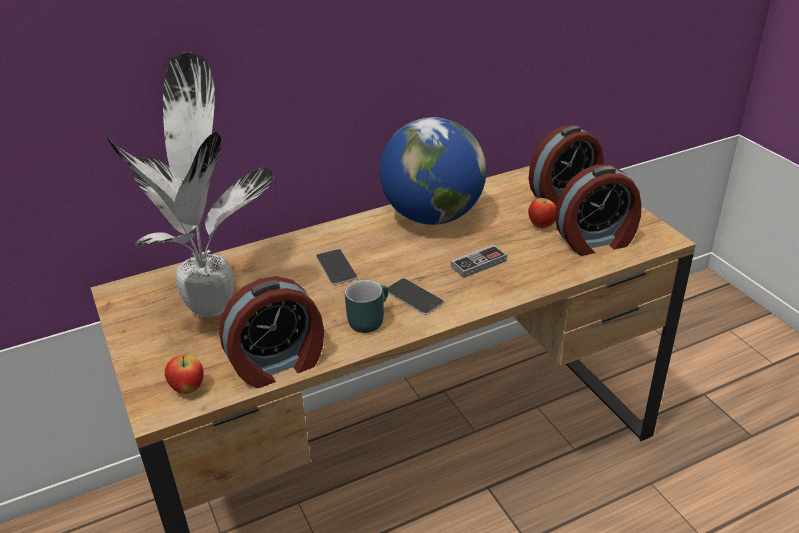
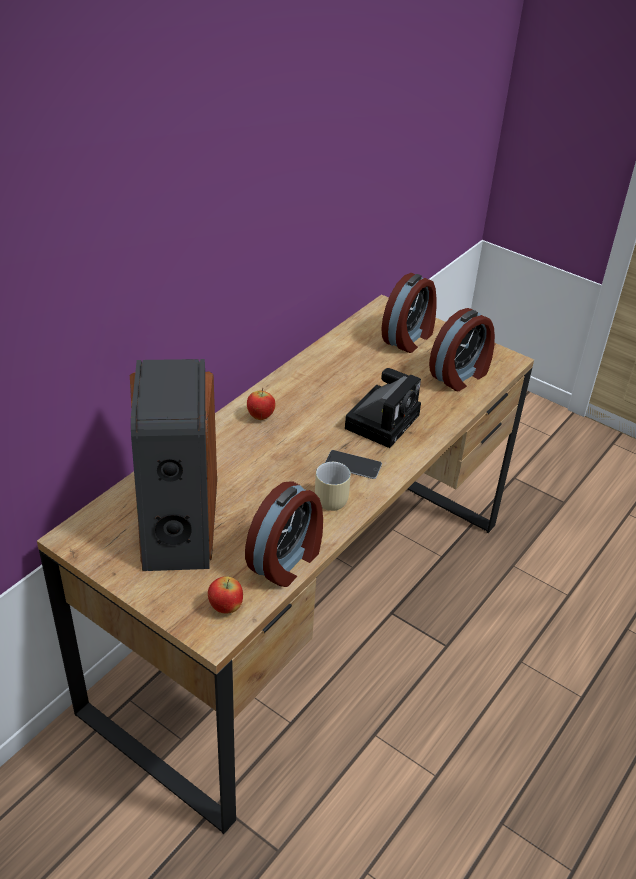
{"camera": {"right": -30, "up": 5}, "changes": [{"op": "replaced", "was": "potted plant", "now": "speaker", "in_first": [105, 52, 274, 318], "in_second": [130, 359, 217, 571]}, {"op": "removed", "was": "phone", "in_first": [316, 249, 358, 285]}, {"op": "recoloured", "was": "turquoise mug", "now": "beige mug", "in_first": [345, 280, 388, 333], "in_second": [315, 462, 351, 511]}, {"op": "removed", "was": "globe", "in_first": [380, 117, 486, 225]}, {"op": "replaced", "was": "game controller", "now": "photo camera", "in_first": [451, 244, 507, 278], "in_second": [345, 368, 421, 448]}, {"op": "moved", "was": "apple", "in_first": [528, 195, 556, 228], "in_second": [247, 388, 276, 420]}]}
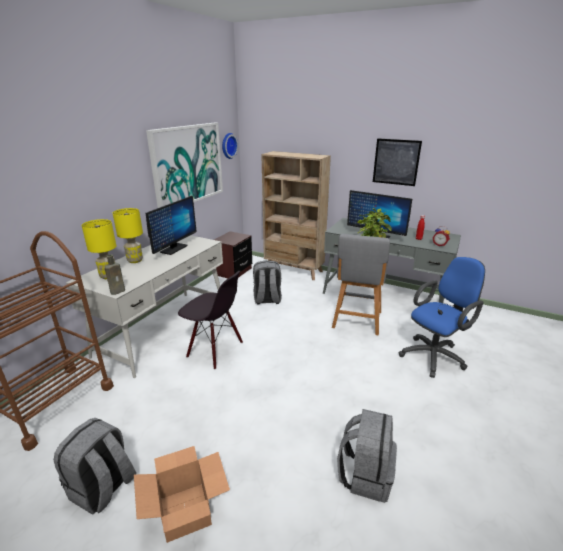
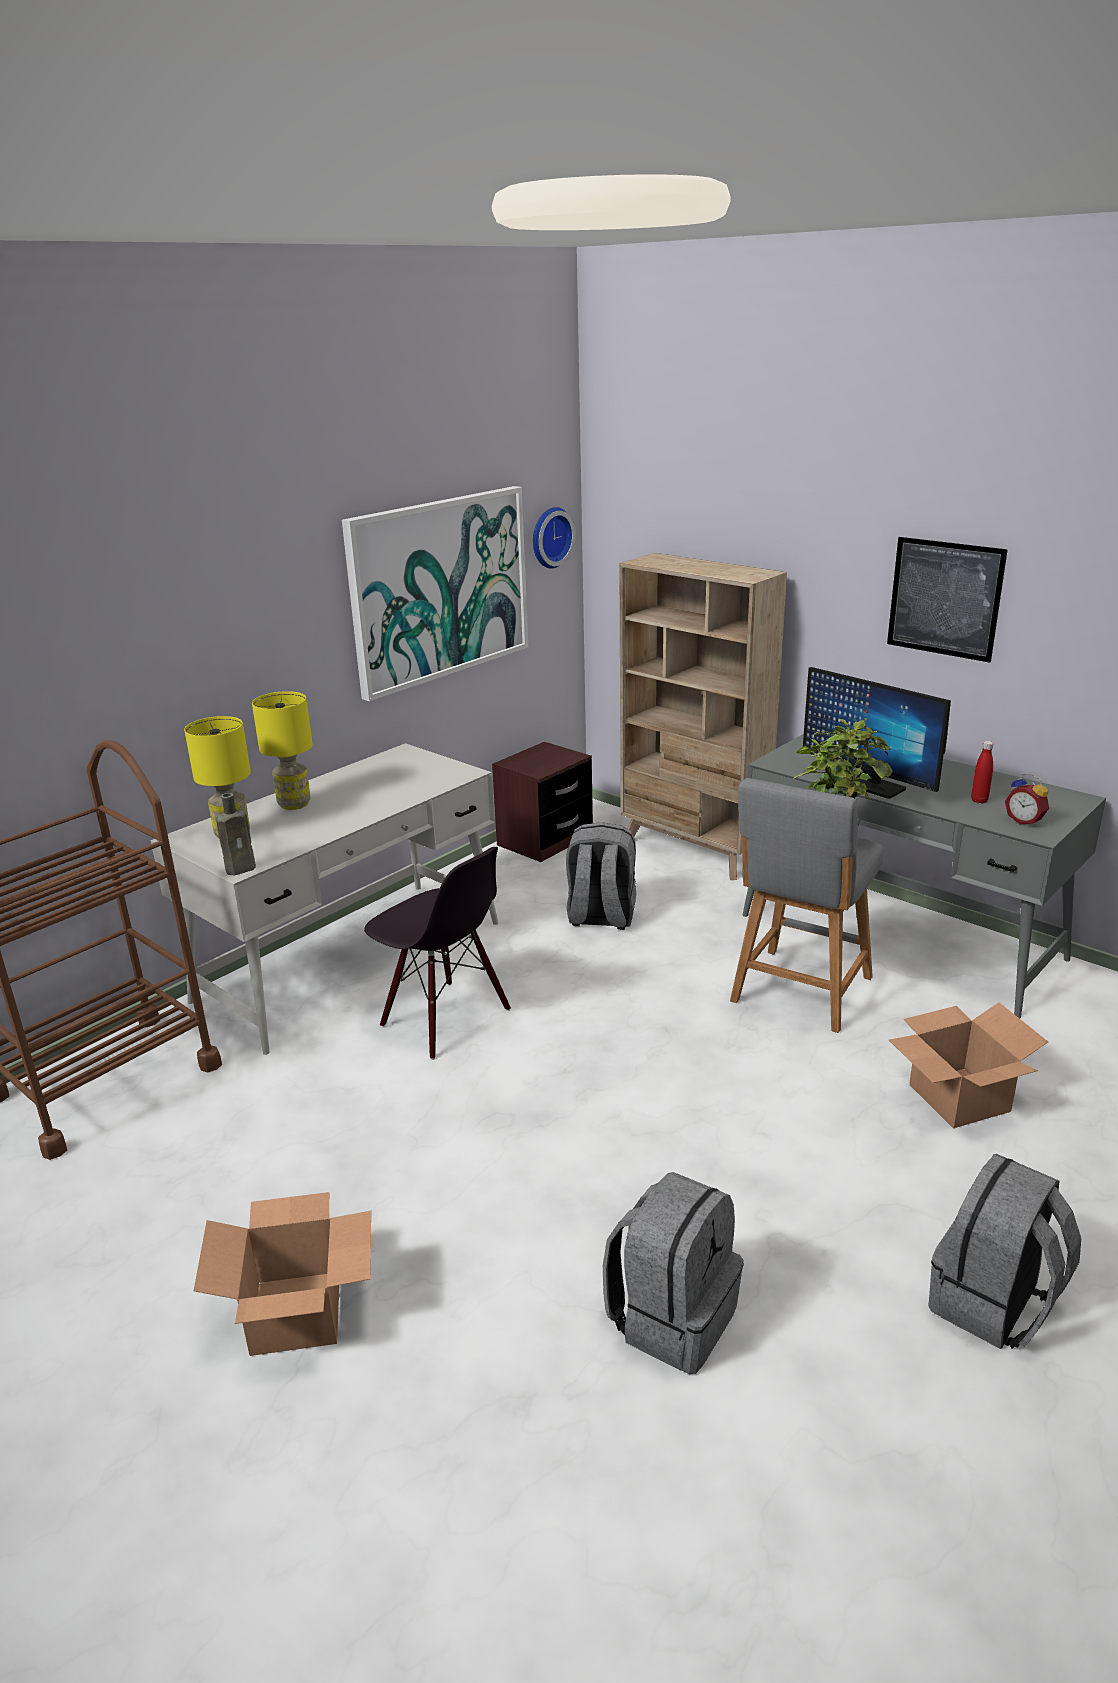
{"camera": {"right": 15, "up": 0}, "changes": [{"op": "moved", "was": "grey backpack", "in_first": [54, 418, 136, 515], "in_second": [928, 1154, 1081, 1349]}, {"op": "removed", "was": "monitor", "in_first": [146, 196, 197, 255]}, {"op": "replaced", "was": "blue office chair", "now": "cardboard box", "in_first": [399, 257, 485, 378], "in_second": [889, 1002, 1048, 1128]}]}
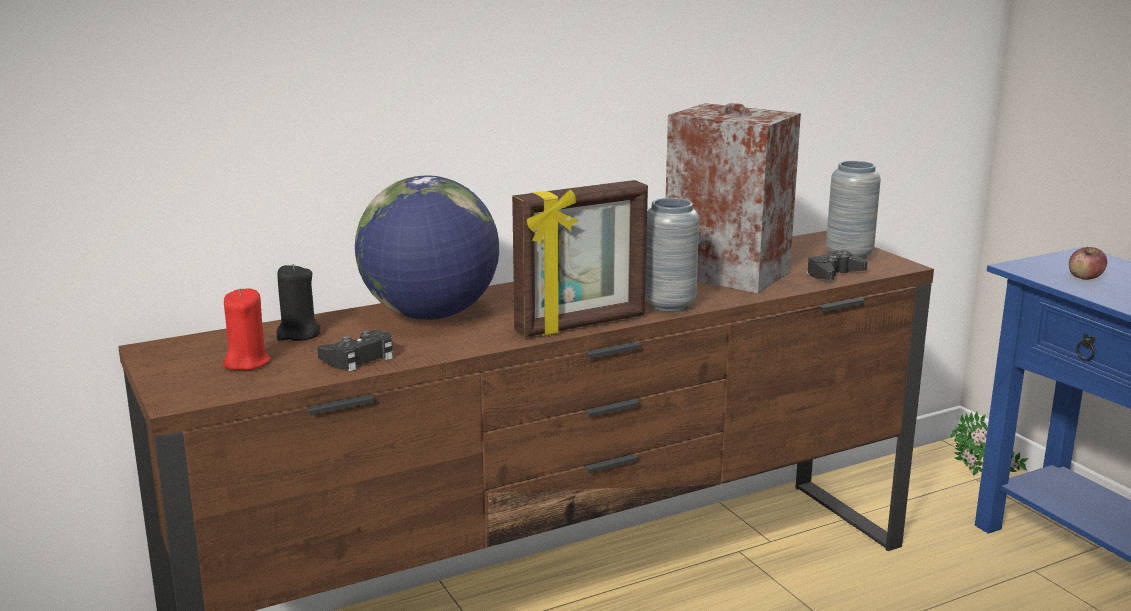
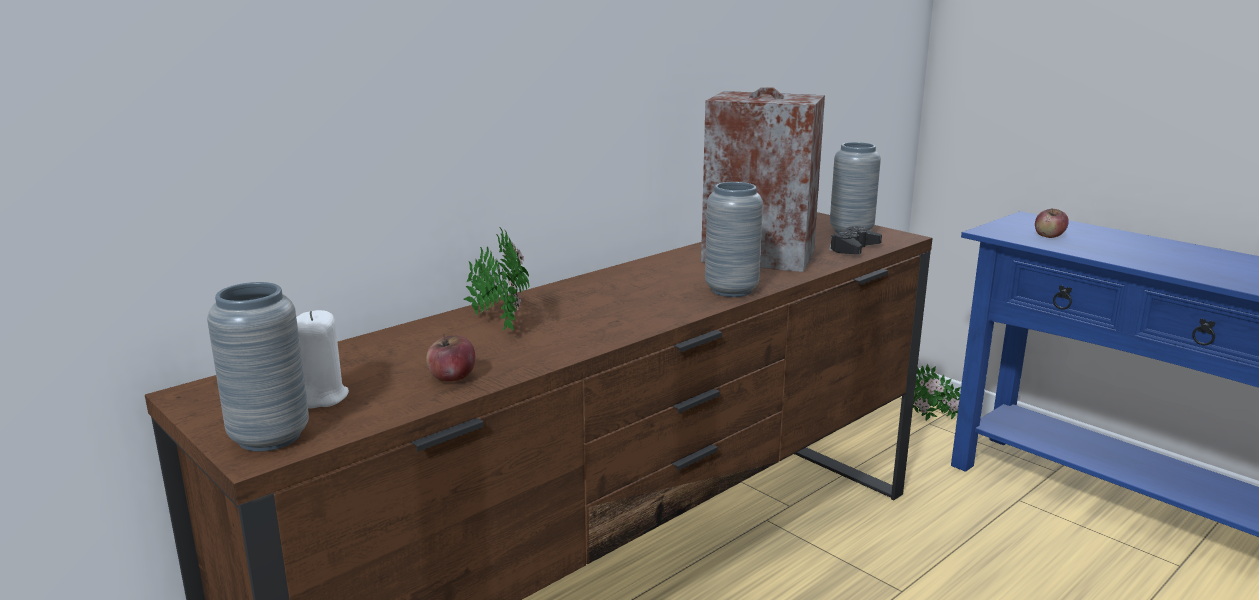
{"camera": {"right": -15, "up": 0}, "changes": [{"op": "recoloured", "was": "red candle", "now": "white candle", "in_first": [223, 288, 271, 370], "in_second": [296, 310, 349, 409]}, {"op": "removed", "was": "black candle", "in_first": [276, 264, 321, 341]}, {"op": "replaced", "was": "black game controller", "now": "apple", "in_first": [317, 330, 393, 371], "in_second": [426, 334, 475, 382]}, {"op": "replaced", "was": "globe", "now": "potted plant", "in_first": [355, 176, 499, 320], "in_second": [464, 228, 529, 331]}, {"op": "removed", "was": "picture frame", "in_first": [512, 180, 648, 337]}, {"op": "added", "now": "grey vase", "in_second": [207, 282, 309, 452]}]}
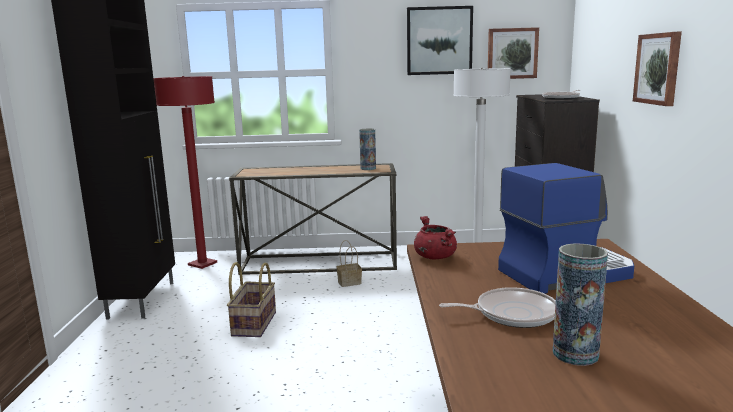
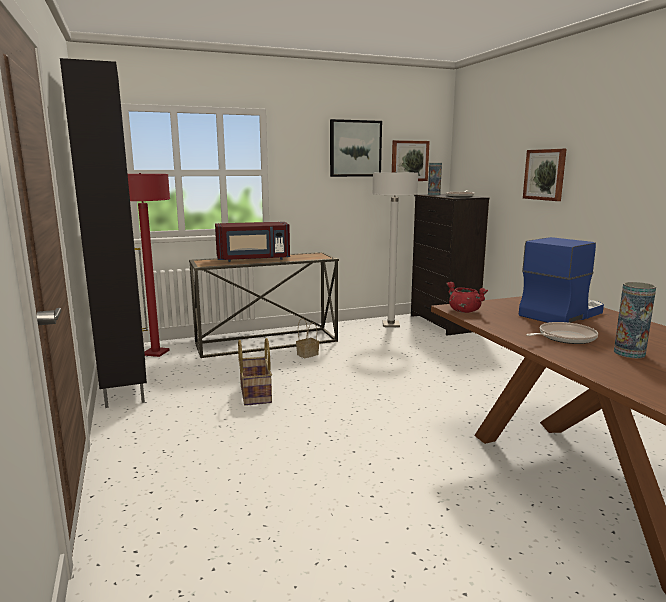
{"camera": {"right": -20, "up": 0}, "changes": [{"op": "moved", "was": "vase", "in_first": [359, 128, 376, 170], "in_second": [428, 163, 442, 195]}, {"op": "added", "now": "red microwave", "in_second": [215, 222, 290, 262]}]}
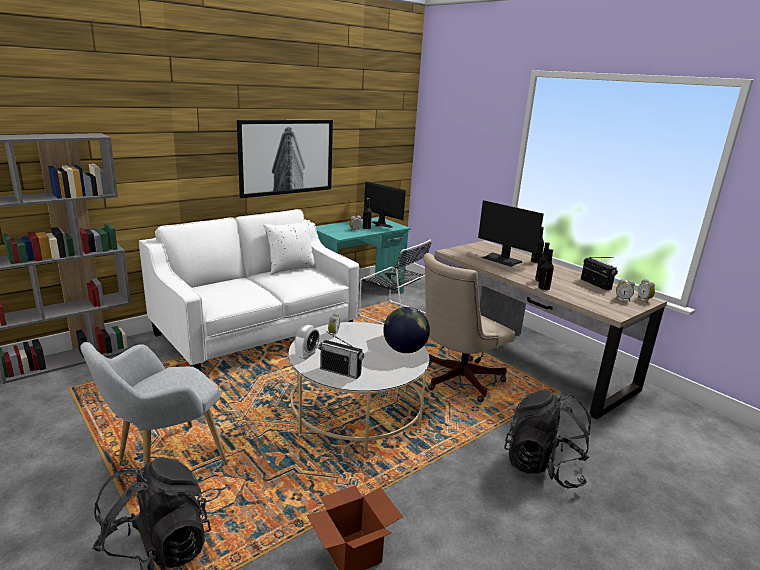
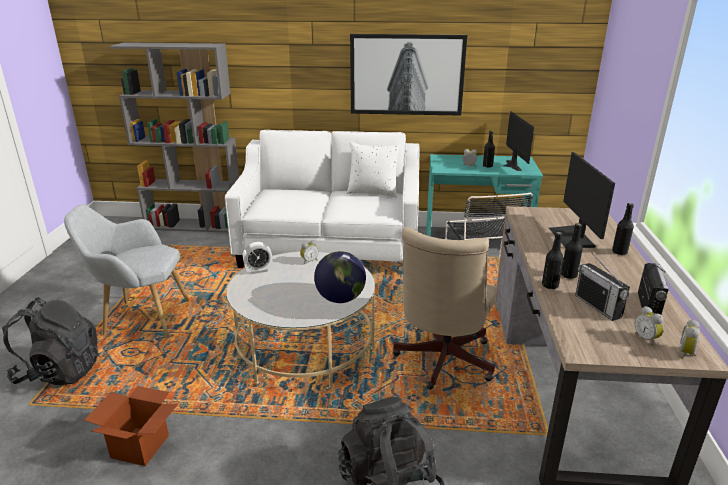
{"camera": {"right": 45, "up": 5}, "changes": [{"op": "moved", "was": "radio", "in_first": [318, 332, 364, 379], "in_second": [575, 253, 630, 321]}, {"op": "turned", "was": "beige office chair", "in_first": [423, 253, 515, 402], "in_second": [393, 227, 496, 390], "clockwise": -75}]}
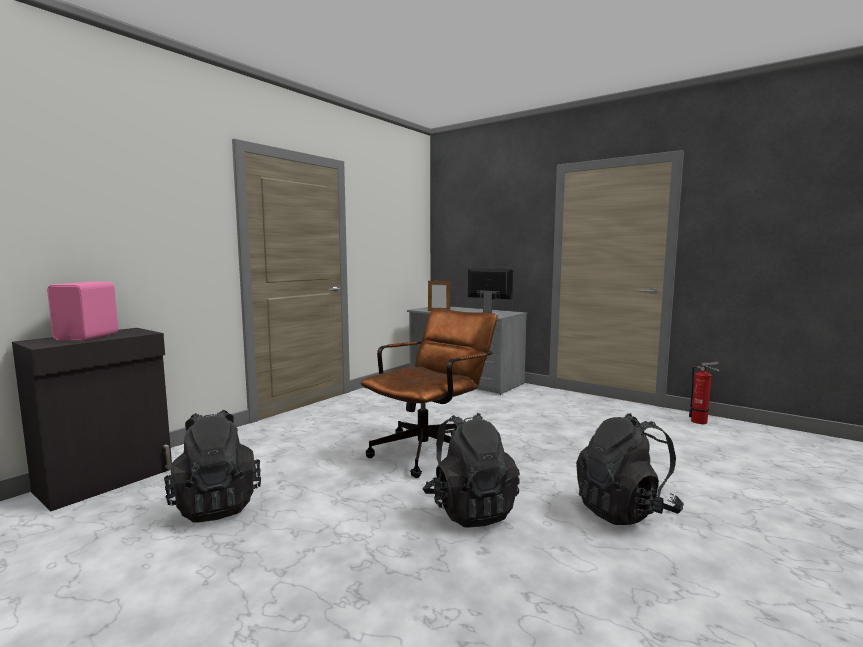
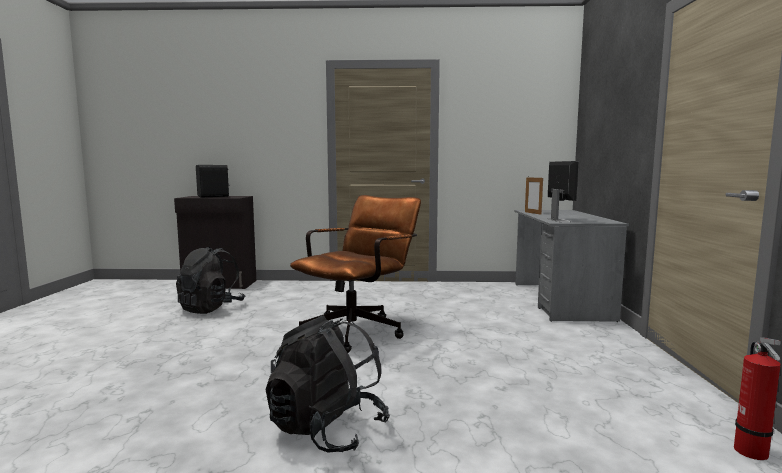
{"camera": {"right": 55, "up": 0}, "changes": [{"op": "recoloured", "was": "pink speaker", "now": "black speaker", "in_first": [47, 282, 118, 341], "in_second": [196, 165, 230, 198]}, {"op": "turned", "was": "brown office chair", "in_first": [361, 308, 497, 478], "in_second": [290, 195, 421, 353], "clockwise": -60}, {"op": "removed", "was": "black backpack", "in_first": [423, 413, 520, 528]}]}
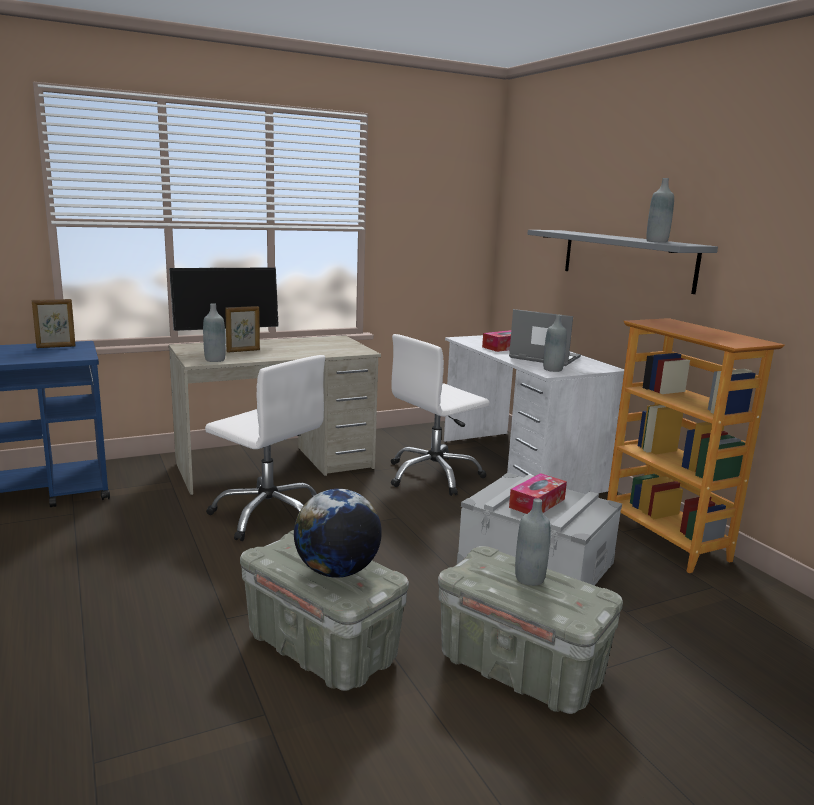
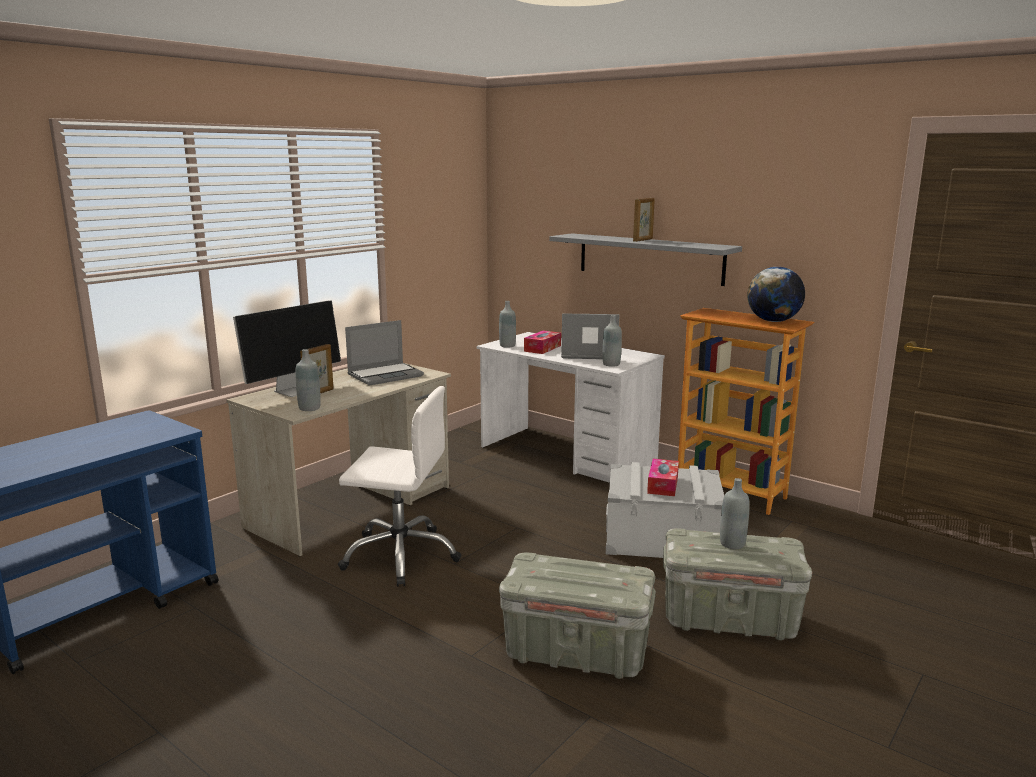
{"camera": {"right": -25, "up": 0}, "changes": [{"op": "moved", "was": "picture frame", "in_first": [32, 299, 75, 348], "in_second": [633, 198, 655, 242]}, {"op": "moved", "was": "globe", "in_first": [294, 489, 382, 578], "in_second": [747, 267, 805, 322]}, {"op": "removed", "was": "white office chair", "in_first": [391, 334, 490, 496]}, {"op": "moved", "was": "grey bottle", "in_first": [646, 178, 674, 243], "in_second": [499, 301, 516, 348]}, {"op": "added", "now": "laptop", "in_second": [345, 320, 424, 386]}]}
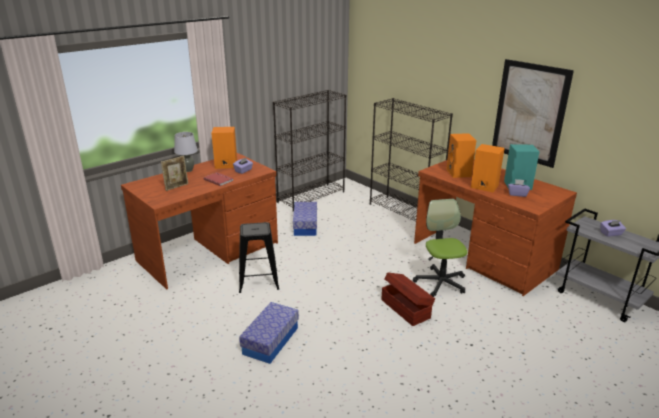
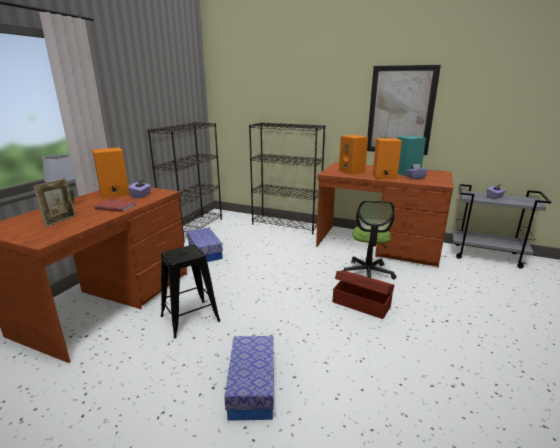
{"camera": {"right": -25, "up": -5}, "changes": [{"op": "turned", "was": "office chair", "in_first": [413, 199, 468, 297], "in_second": [342, 200, 397, 280], "clockwise": -135}]}
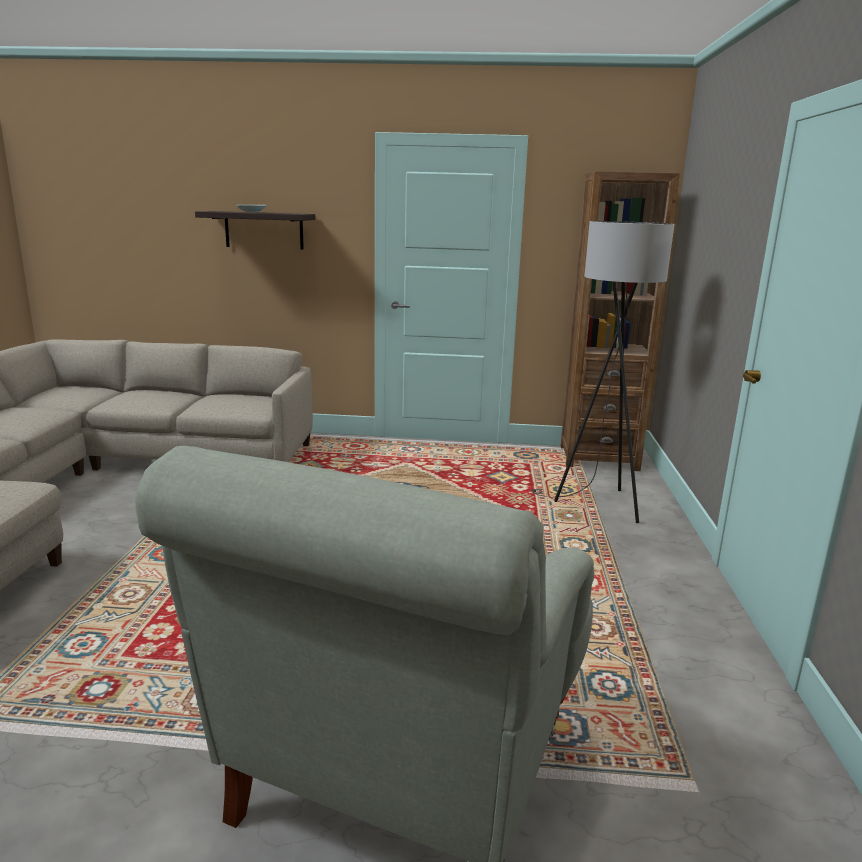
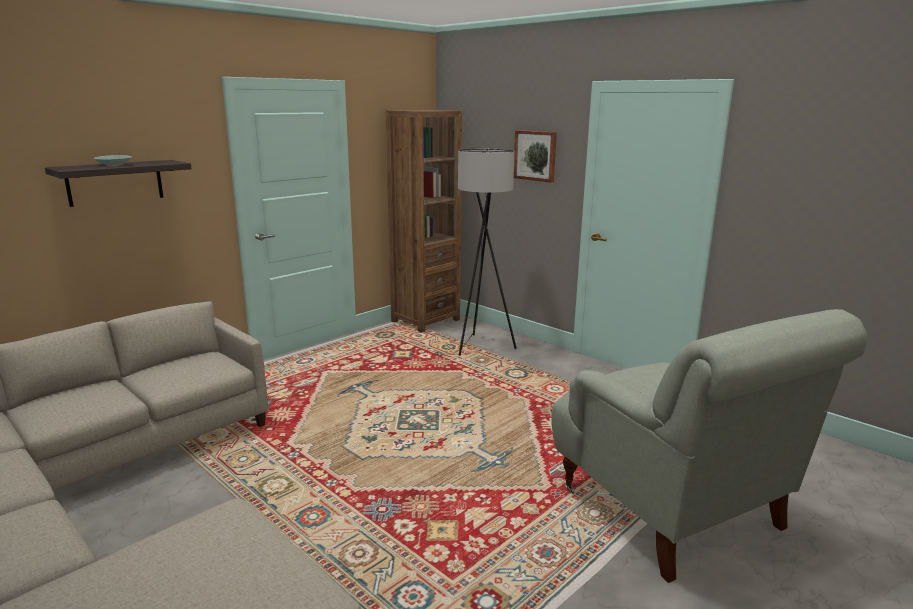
{"camera": {"right": -50, "up": 0}, "changes": [{"op": "added", "now": "picture", "in_second": [514, 130, 557, 183]}]}
